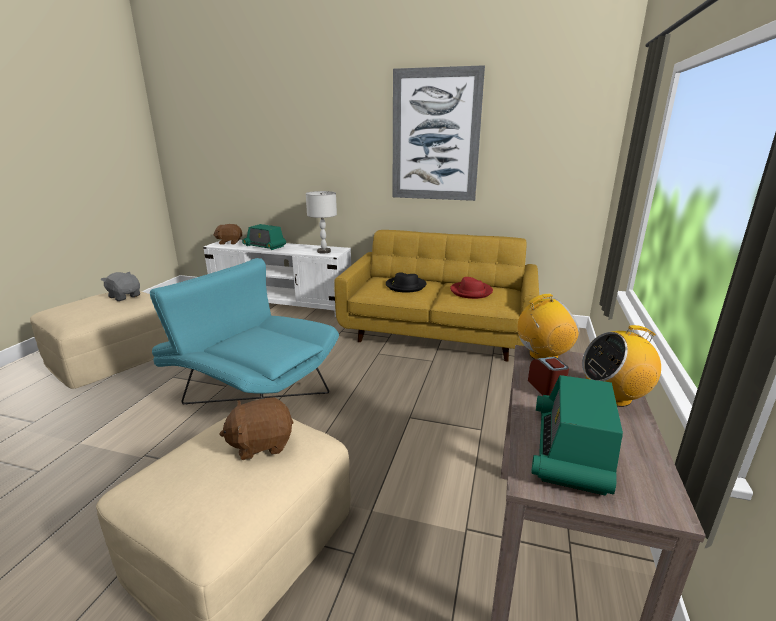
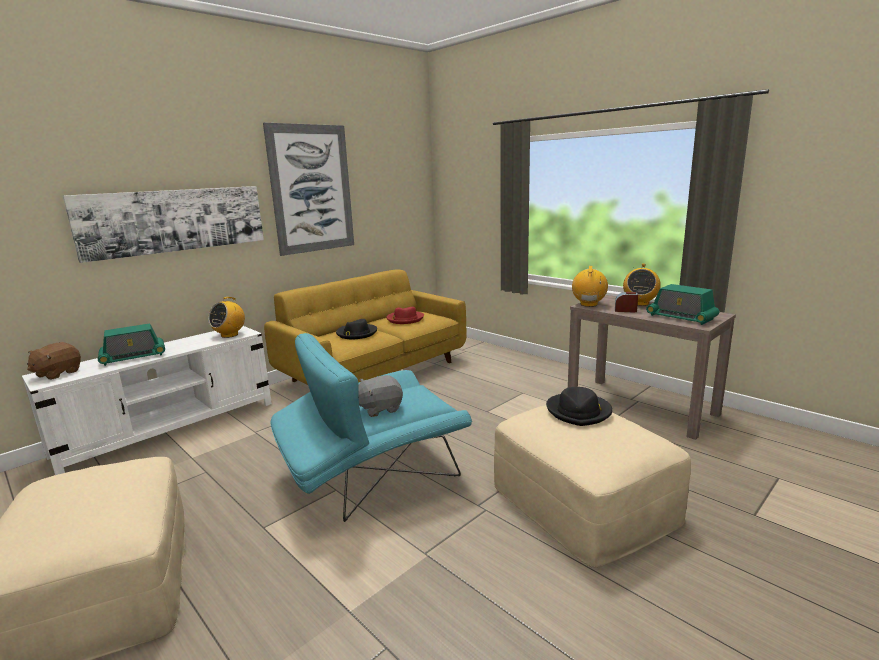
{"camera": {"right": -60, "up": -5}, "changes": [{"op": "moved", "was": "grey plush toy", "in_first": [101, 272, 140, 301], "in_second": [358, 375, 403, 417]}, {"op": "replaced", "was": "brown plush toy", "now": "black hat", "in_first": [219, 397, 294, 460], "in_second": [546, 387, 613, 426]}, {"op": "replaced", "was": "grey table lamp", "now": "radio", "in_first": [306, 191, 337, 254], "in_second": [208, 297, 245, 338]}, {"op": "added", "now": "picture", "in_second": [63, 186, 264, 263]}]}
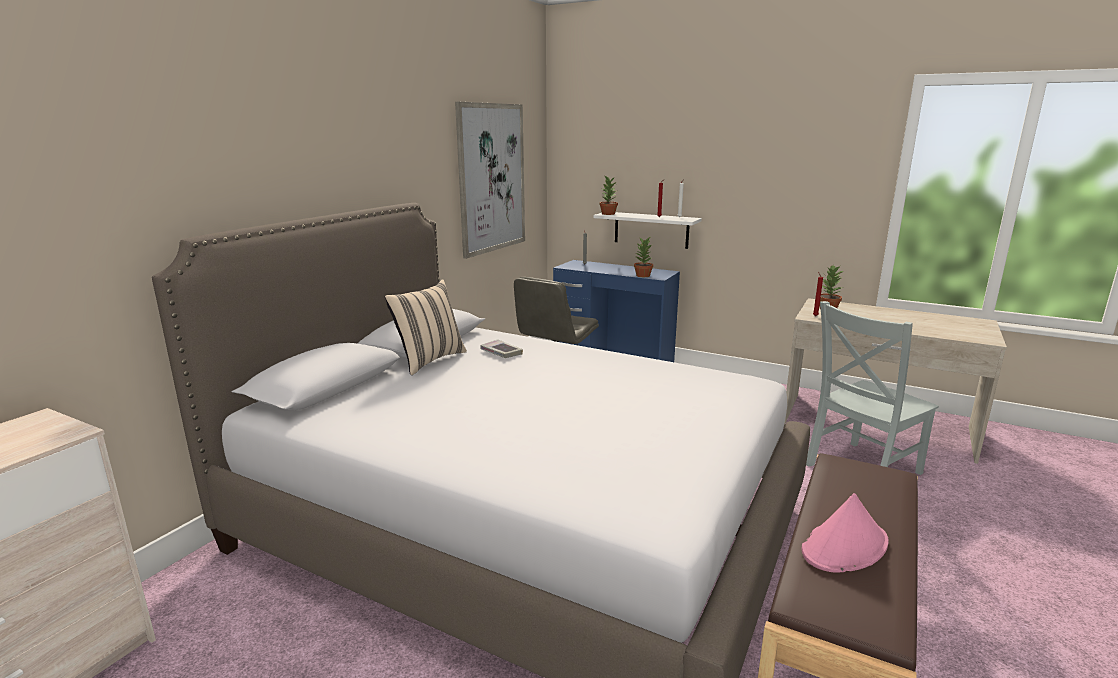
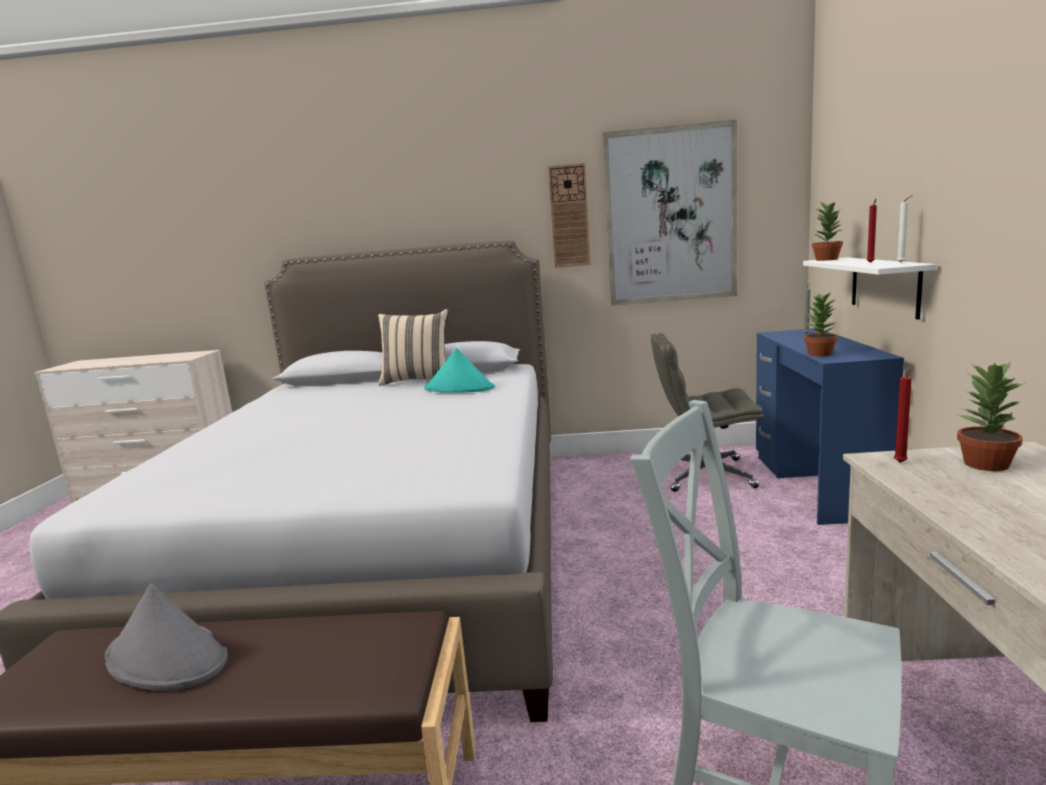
{"camera": {"right": 65, "up": -5}, "changes": [{"op": "replaced", "was": "book", "now": "turquoise hat", "in_first": [481, 339, 523, 358], "in_second": [424, 348, 495, 393]}, {"op": "recoloured", "was": "pink hat", "now": "grey hat", "in_first": [802, 493, 889, 572], "in_second": [105, 583, 228, 691]}, {"op": "added", "now": "wall clock", "in_second": [548, 163, 591, 268]}]}
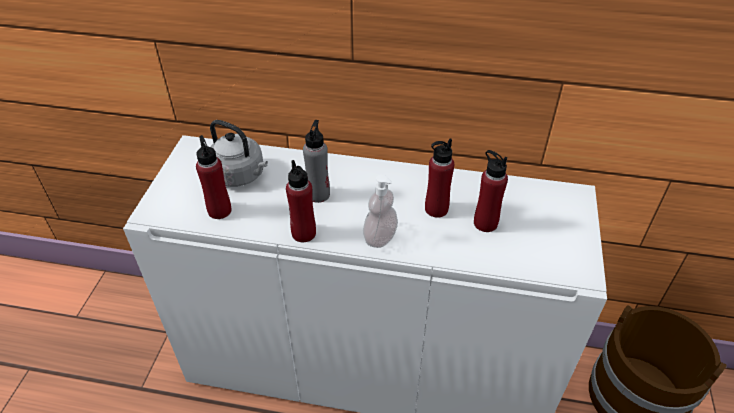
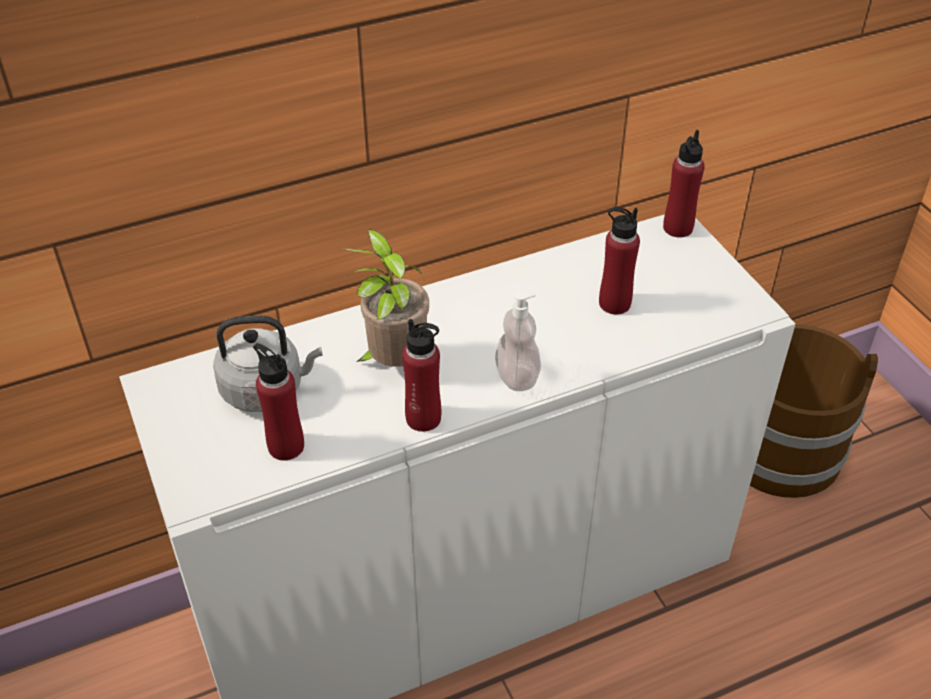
{"camera": {"right": -35, "up": 0}, "changes": [{"op": "replaced", "was": "grey bottle", "now": "potted plant", "in_first": [303, 120, 330, 203], "in_second": [342, 229, 429, 367]}, {"op": "moved", "was": "red bottle", "in_first": [425, 138, 454, 218], "in_second": [663, 130, 705, 238]}]}
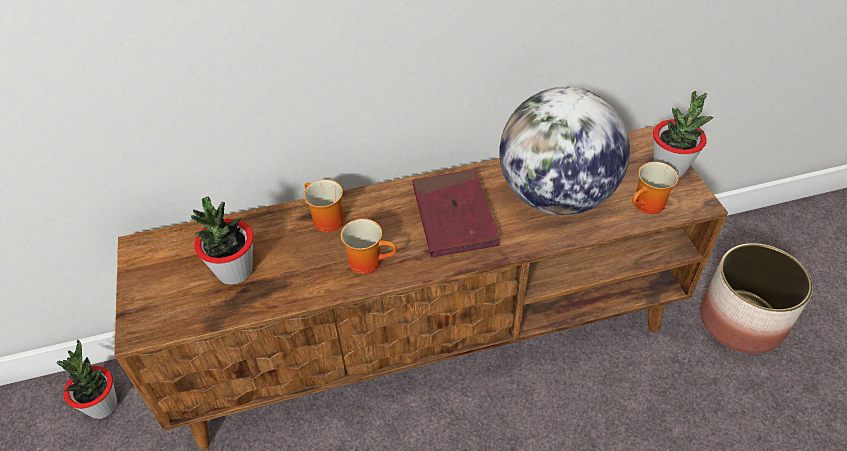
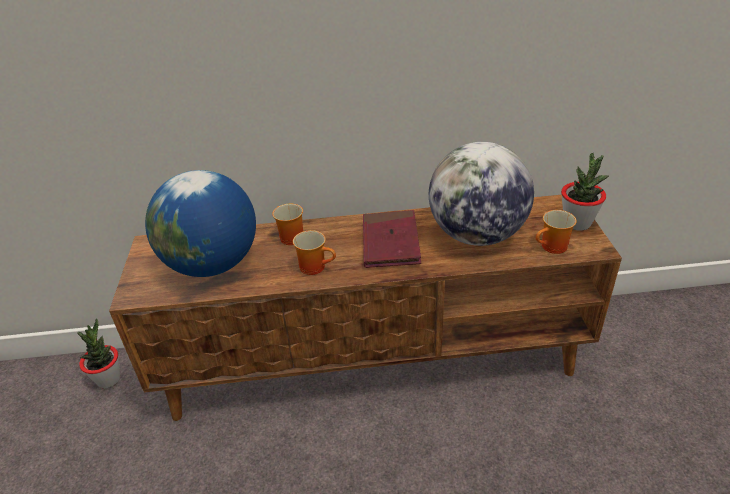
{"camera": {"right": 10, "up": -10}, "changes": [{"op": "replaced", "was": "potted plant", "now": "globe", "in_first": [191, 197, 253, 285], "in_second": [145, 170, 256, 277]}, {"op": "removed", "was": "planter", "in_first": [700, 243, 813, 354]}]}
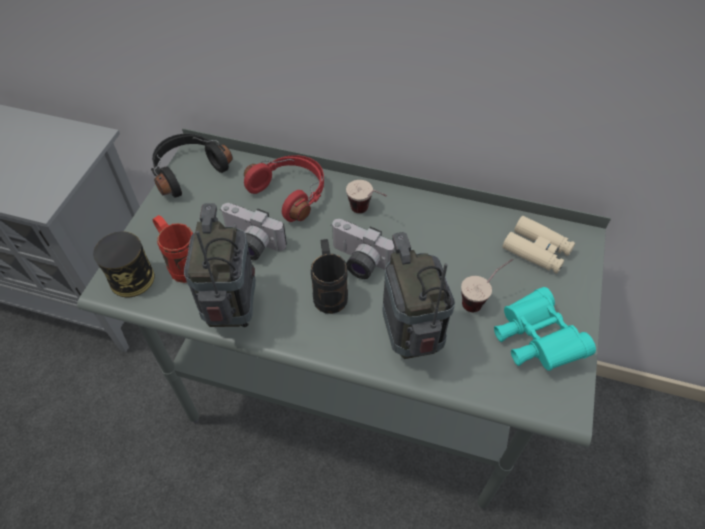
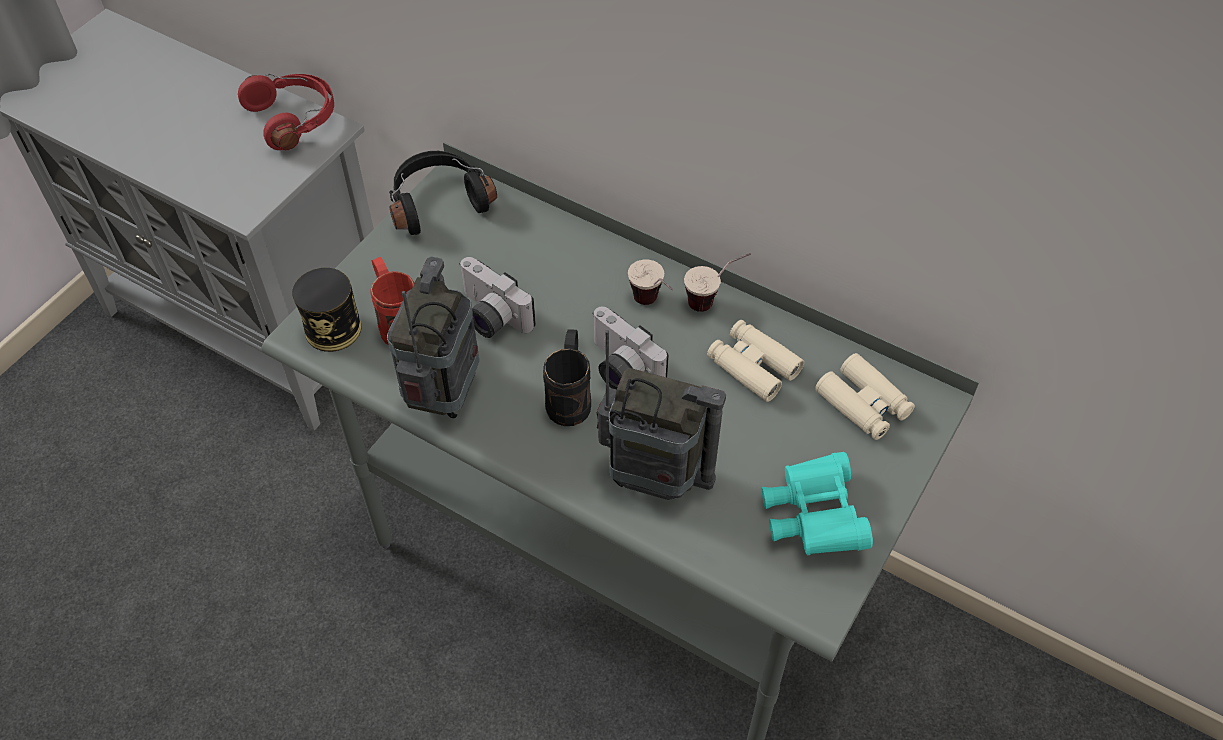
{"camera": {"right": 15, "up": 0}, "changes": [{"op": "moved", "was": "red headphones", "in_first": [244, 155, 324, 222], "in_second": [238, 74, 334, 150]}, {"op": "turned", "was": "radio", "in_first": [382, 232, 455, 359], "in_second": [596, 330, 726, 500], "clockwise": 105}, {"op": "moved", "was": "cup", "in_first": [461, 259, 513, 312], "in_second": [684, 253, 751, 312]}, {"op": "added", "now": "beige binoculars", "in_second": [707, 320, 804, 402]}]}
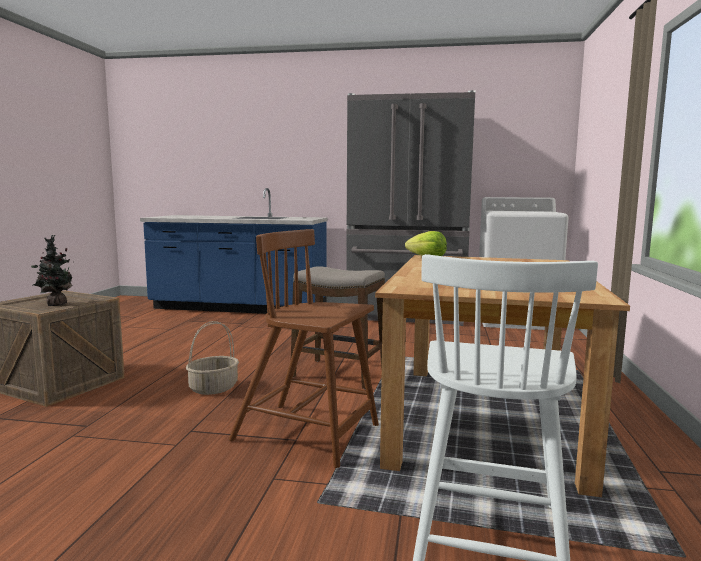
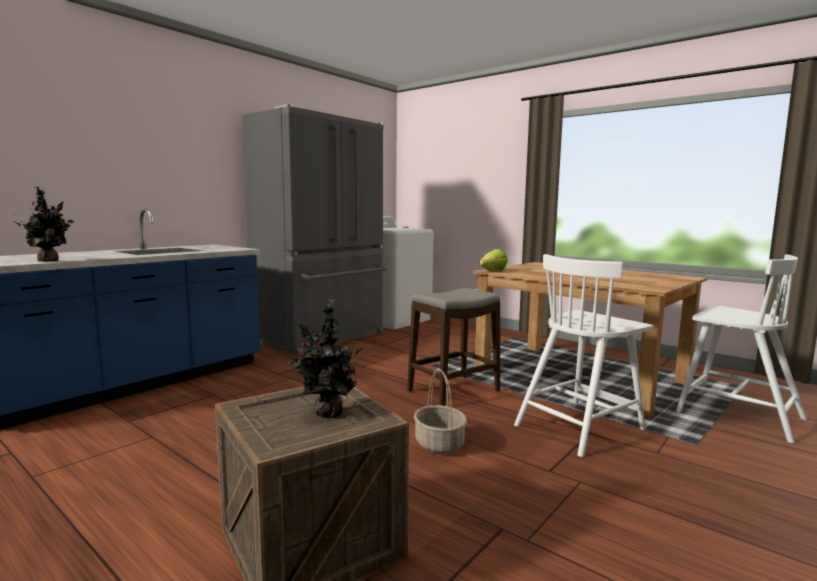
{"camera": {"right": -60, "up": 0}, "changes": [{"op": "recoloured", "was": "brown chair", "now": "white chair", "in_first": [229, 229, 379, 468], "in_second": [514, 254, 653, 457]}, {"op": "added", "now": "potted plant", "in_second": [15, 187, 74, 262]}]}
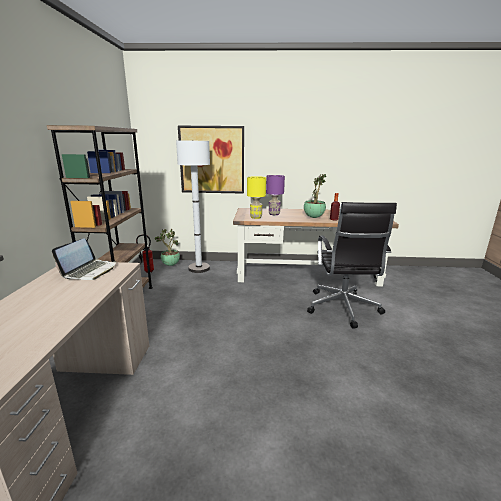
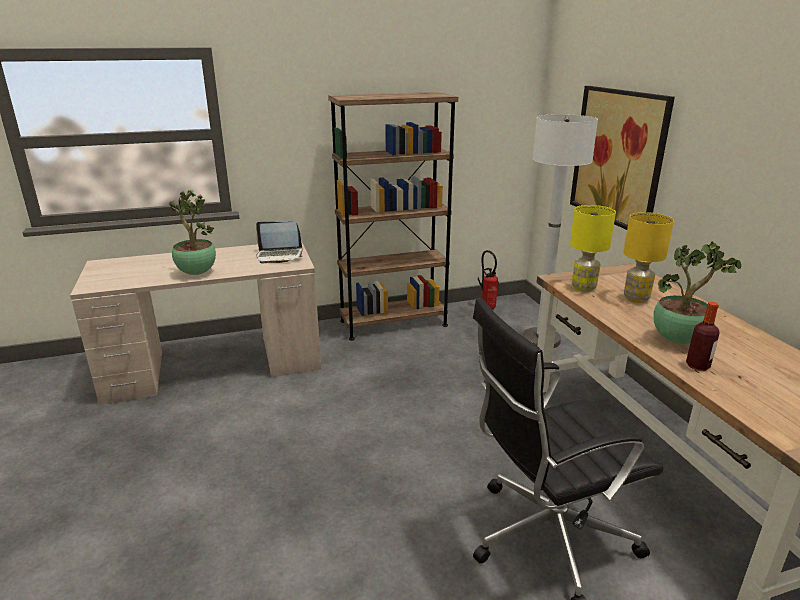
{"camera": {"right": 70, "up": 5}, "changes": [{"op": "moved", "was": "potted plant", "in_first": [155, 229, 180, 266], "in_second": [169, 190, 216, 275]}, {"op": "recoloured", "was": "purple table lamp", "now": "yellow table lamp", "in_first": [266, 175, 285, 215], "in_second": [623, 212, 674, 303]}]}
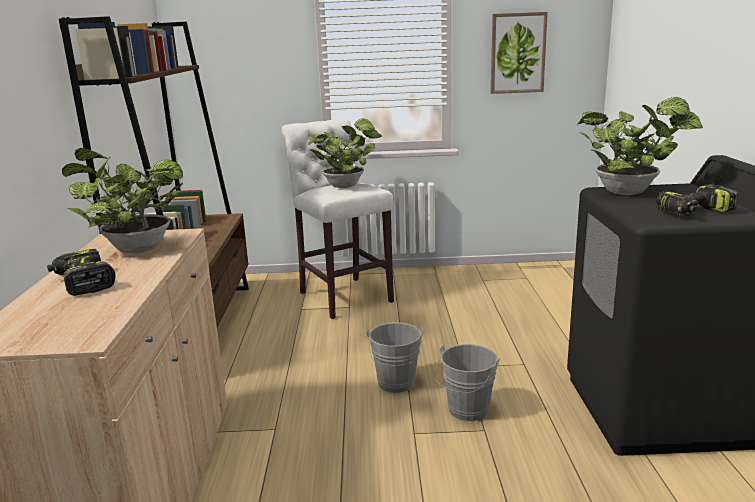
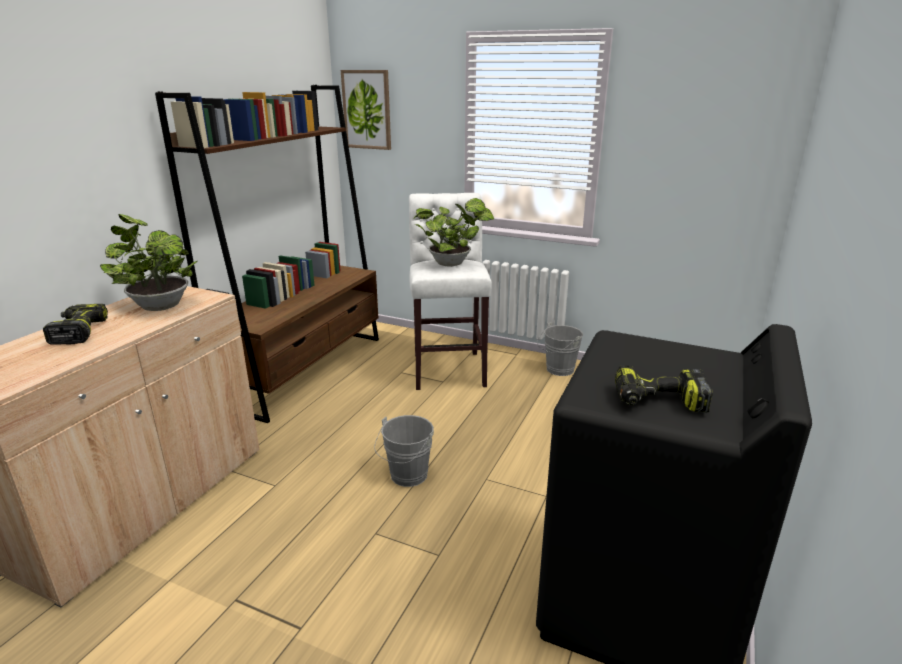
{"camera": {"right": 25, "up": 5}, "changes": [{"op": "moved", "was": "grey bucket", "in_first": [435, 344, 500, 422], "in_second": [537, 322, 583, 376]}, {"op": "moved", "was": "picture", "in_first": [491, 12, 548, 94], "in_second": [341, 70, 391, 150]}, {"op": "removed", "was": "potted plant", "in_first": [577, 97, 703, 195]}]}
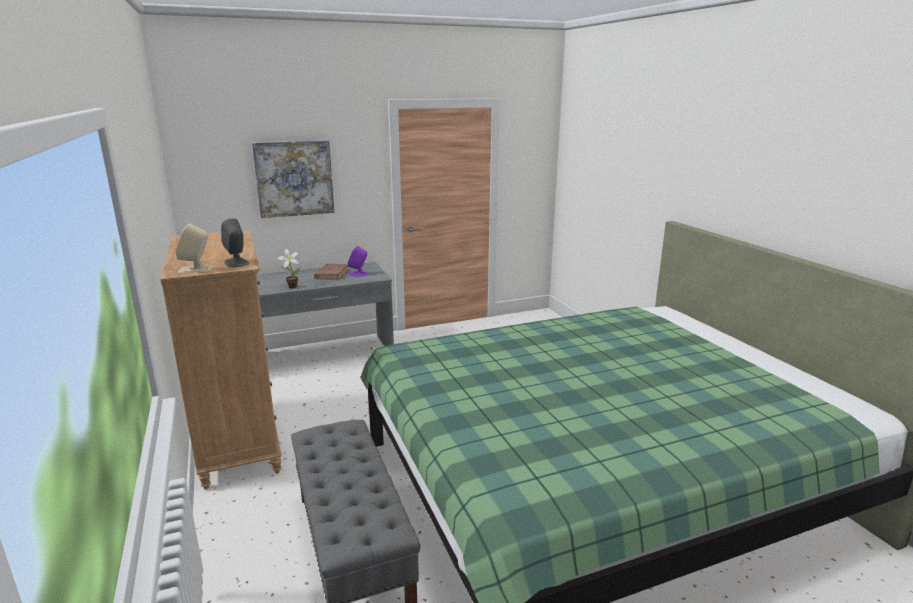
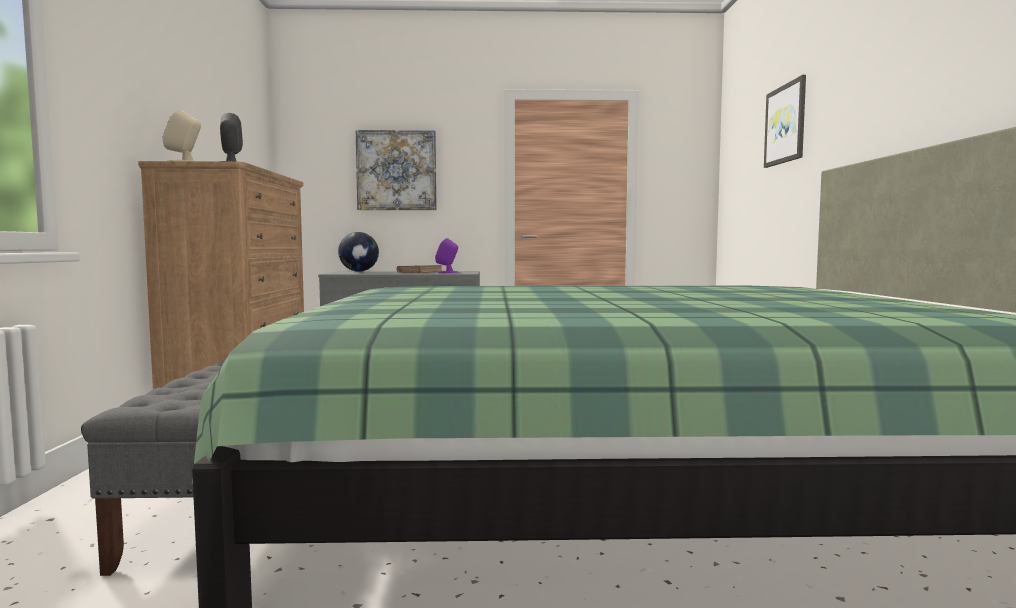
{"camera": {"right": 20, "up": -15}, "changes": [{"op": "removed", "was": "potted plant", "in_first": [278, 249, 300, 288]}, {"op": "added", "now": "globe", "in_second": [338, 232, 379, 272]}, {"op": "added", "now": "picture", "in_second": [764, 75, 806, 168]}]}
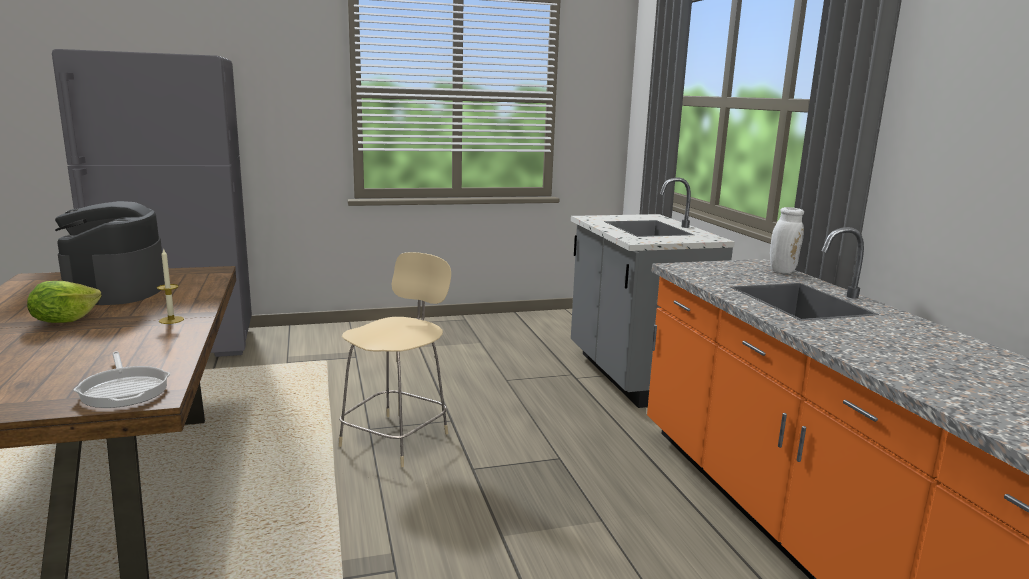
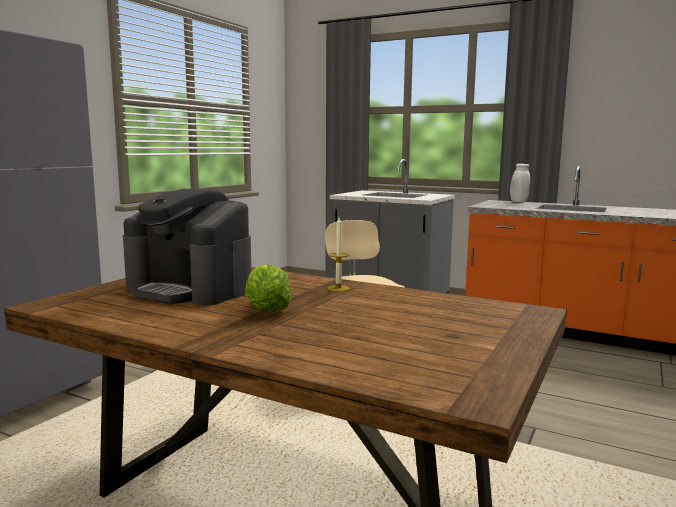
{"camera": {"right": -45, "up": -5}, "changes": [{"op": "removed", "was": "frying pan", "in_first": [74, 351, 170, 408]}]}
